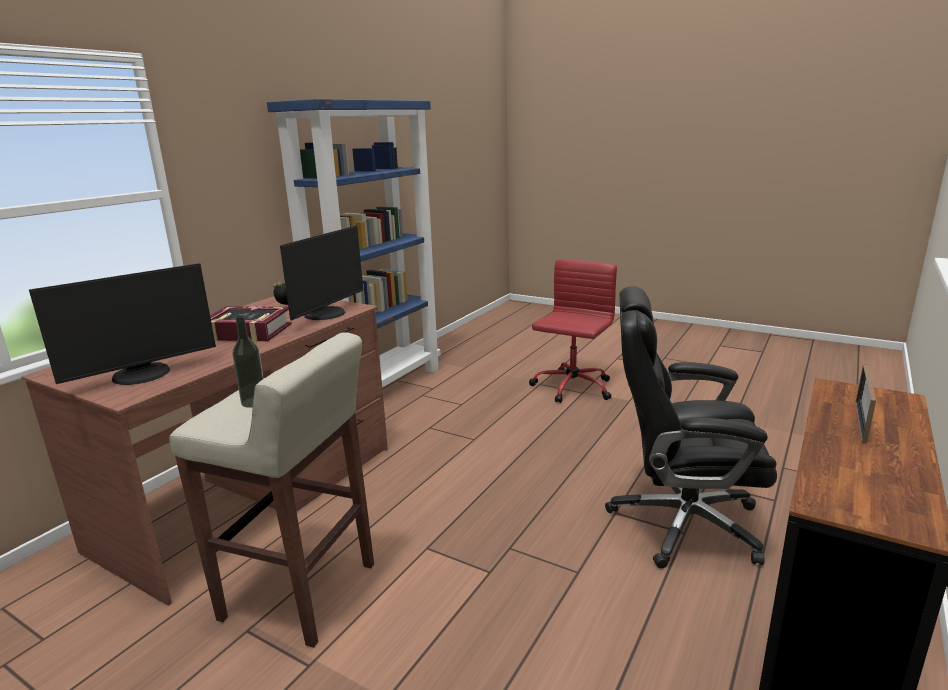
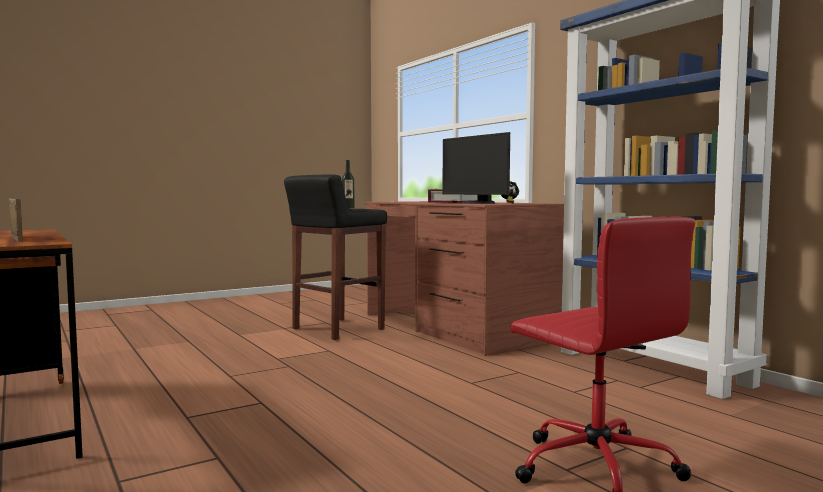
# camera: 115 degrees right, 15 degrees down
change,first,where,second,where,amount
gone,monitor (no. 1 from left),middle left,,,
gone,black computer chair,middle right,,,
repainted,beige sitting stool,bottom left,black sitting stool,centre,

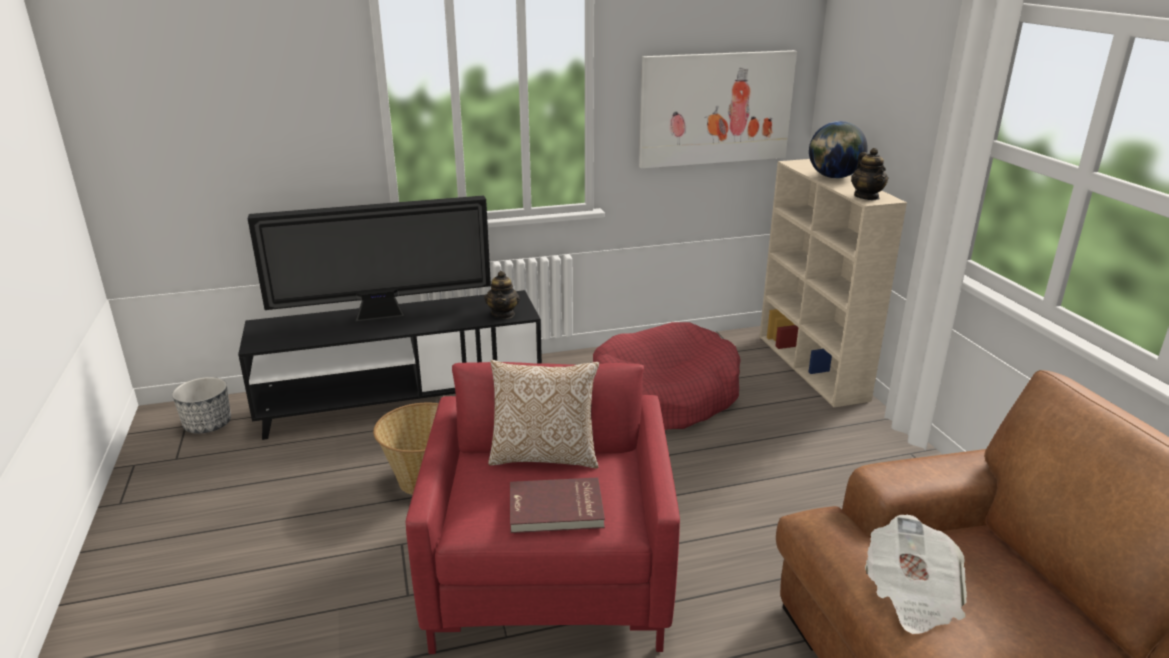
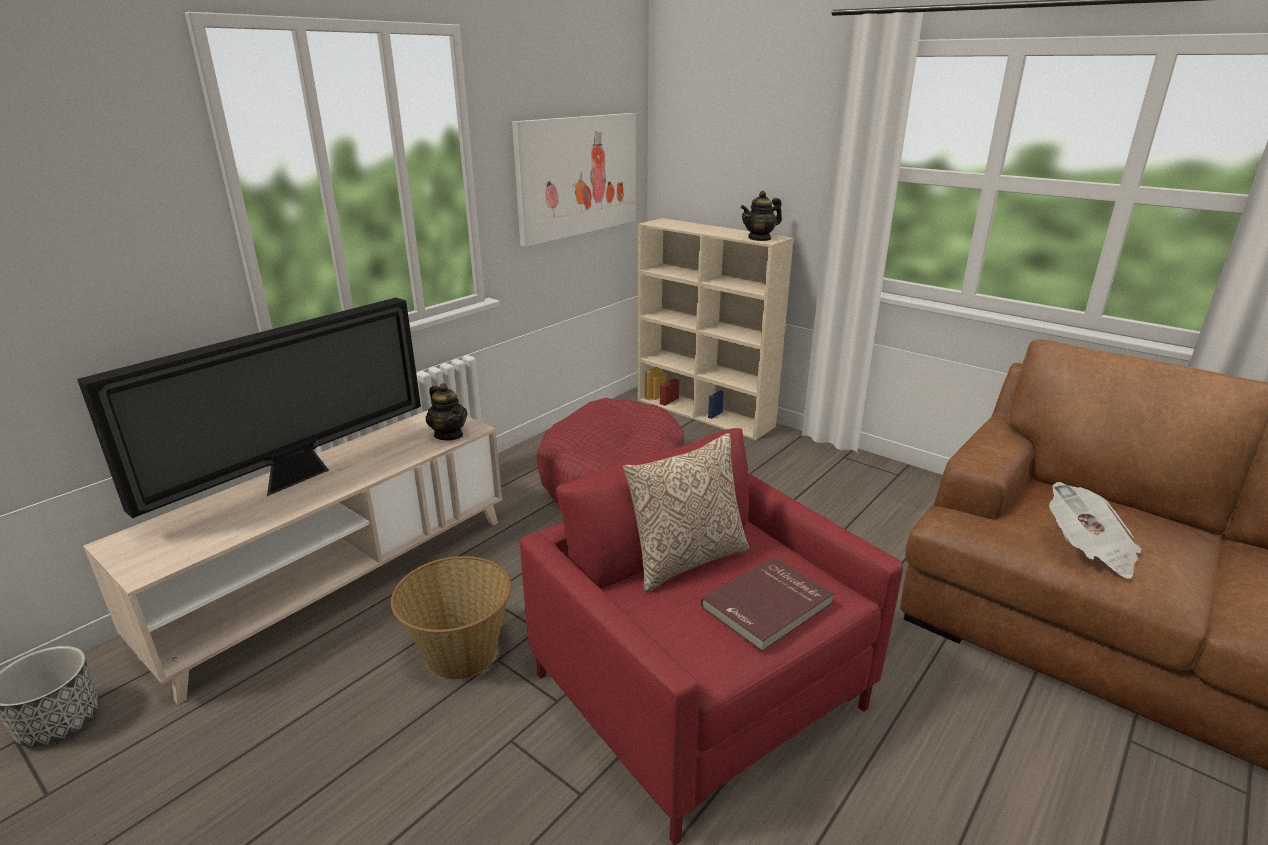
# camera: 35 degrees left, 0 degrees up
change,first,where,second,where,amount
gone,world globe,top right,,,
rotated,teapot (no. 2 from left),top right,,top centre,105 degrees clockwise
repainted,black media console,centre,beige media console,middle left,

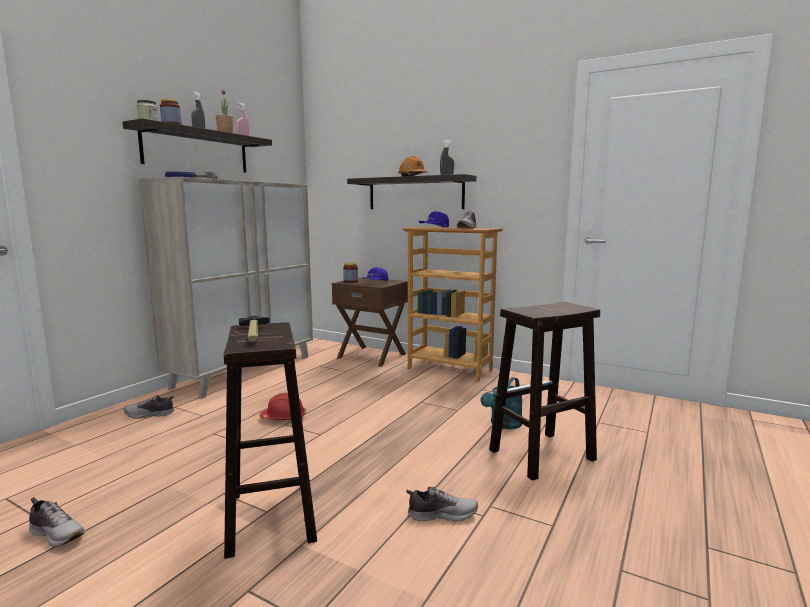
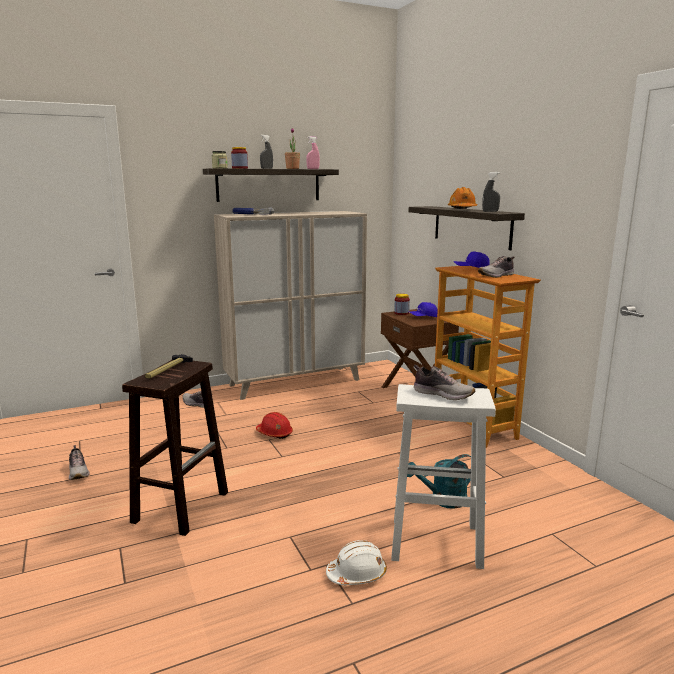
# camera: 35 degrees right, 5 degrees up
change,first,where,second,where,amount
repainted,brown-coloured sitting stool (no. 2 from left),middle right,white-coloured sitting stool,bottom centre,
shifted,shoe (no. 3 from left),bottom centre,,centre,
new,,,white-coloured work helmet,bottom centre,

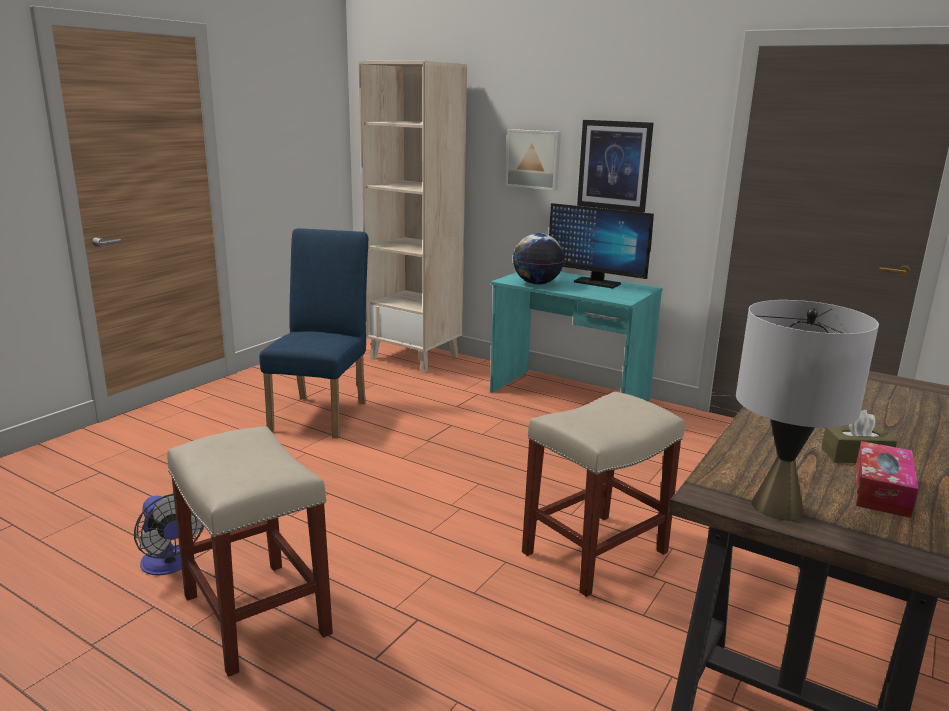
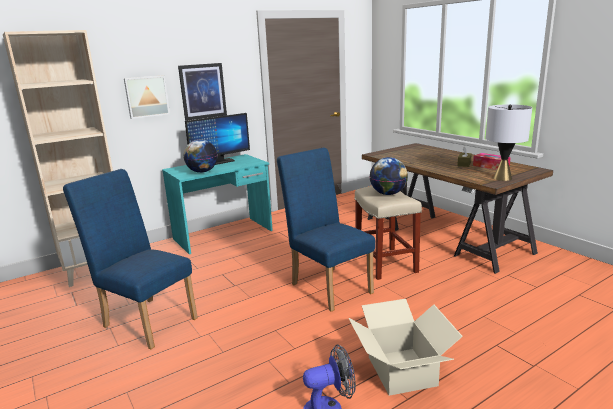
# camera: 65 degrees left, 0 degrees up
change,first,where,second,where,amount
swapped,beige sitting stool (no. 1 from left),bottom left,carton,bottom centre,
new,,,bluish upright chair (no. 2 from left),centre,
new,,,world globe (no. 2 from left),centre,

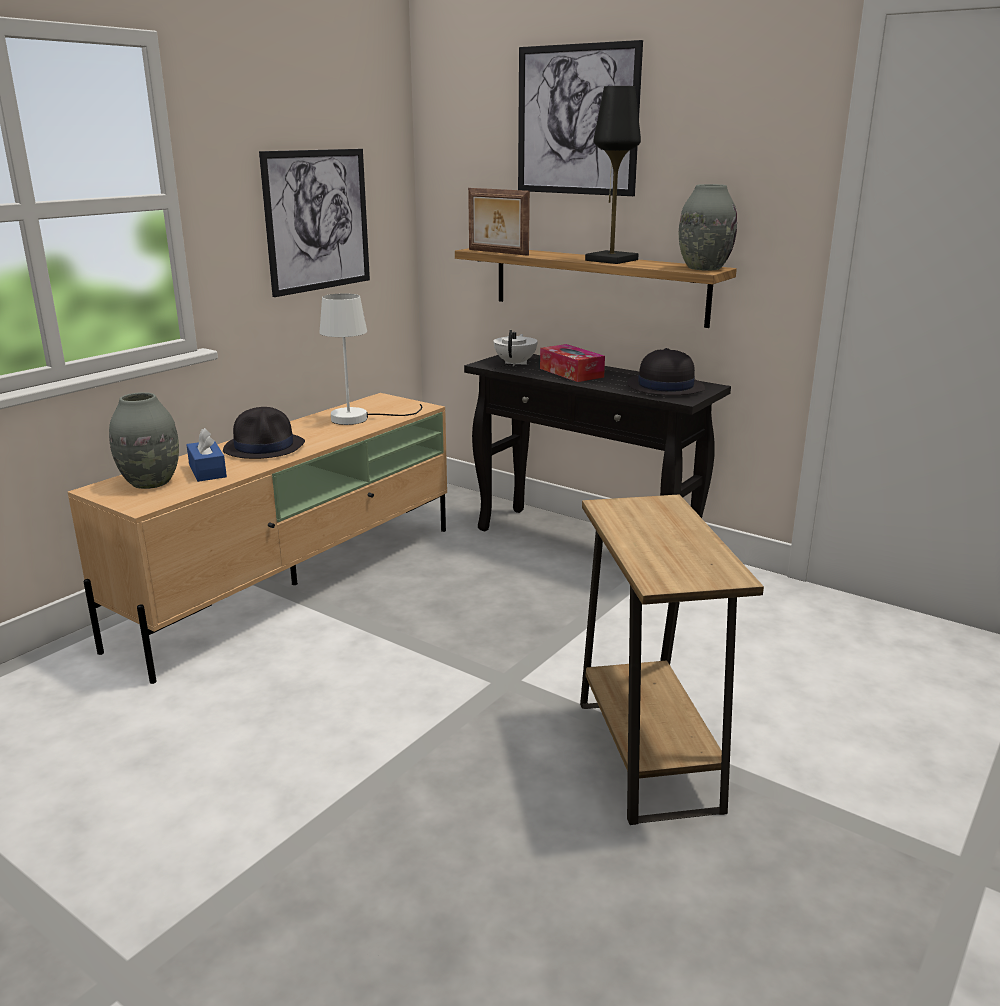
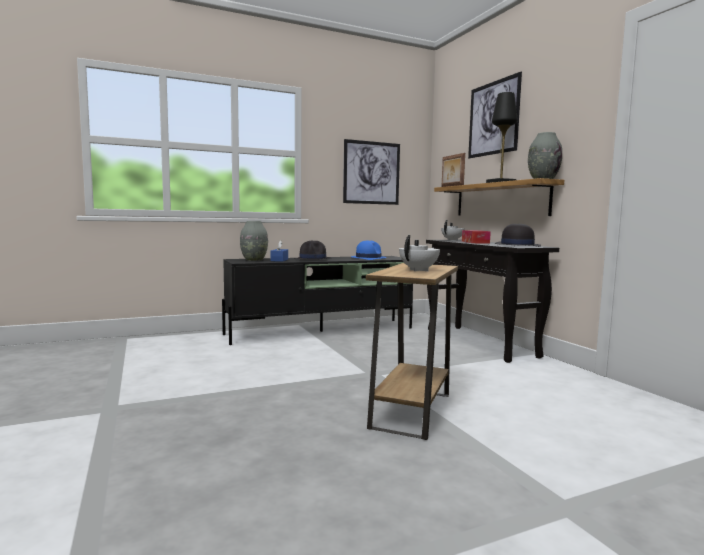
# camera: 30 degrees right, 15 degrees down
change,first,where,second,where,amount
swapped,white-coloured lamp for a table,centre,bluish wearable hat,centre,
repainted,beige media console,middle left,black media console,centre,
new,,,white-coloured teapot (no. 1 from left),centre,

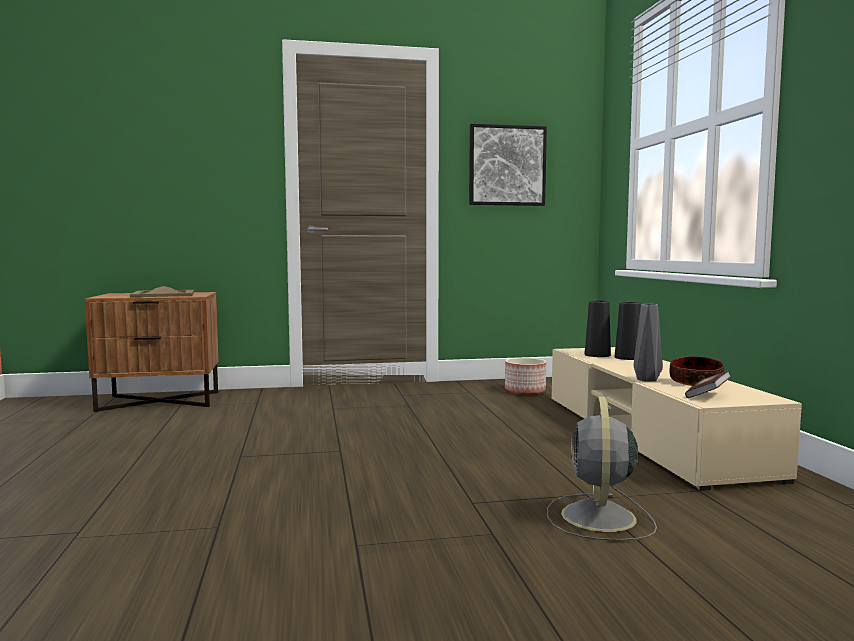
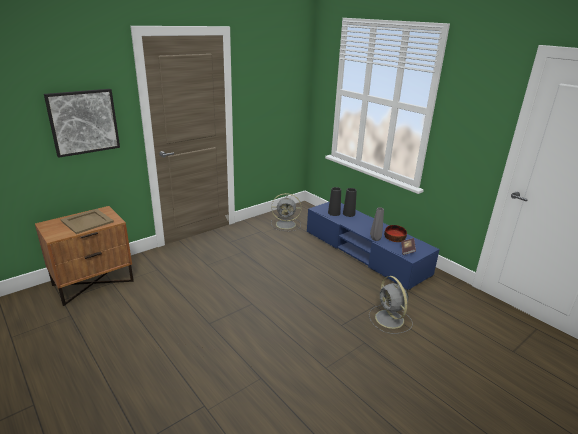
# camera: 30 degrees left, 20 degrees up
change,first,where,second,where,amount
shifted,picture,top centre,,top left,
repainted,beige media console,middle right,bluish media console,centre,
swapped,plant pot,centre,greyish fan (no. 1 from left),centre,

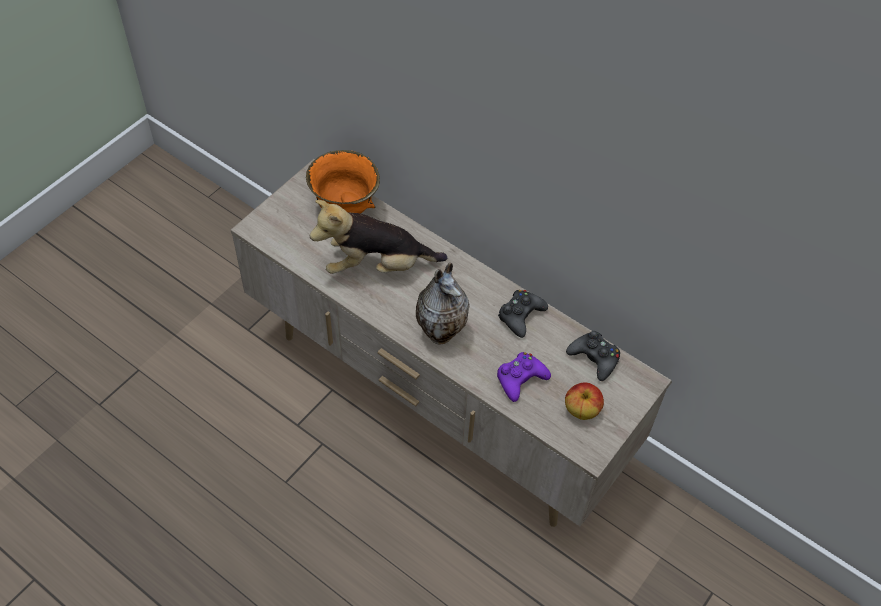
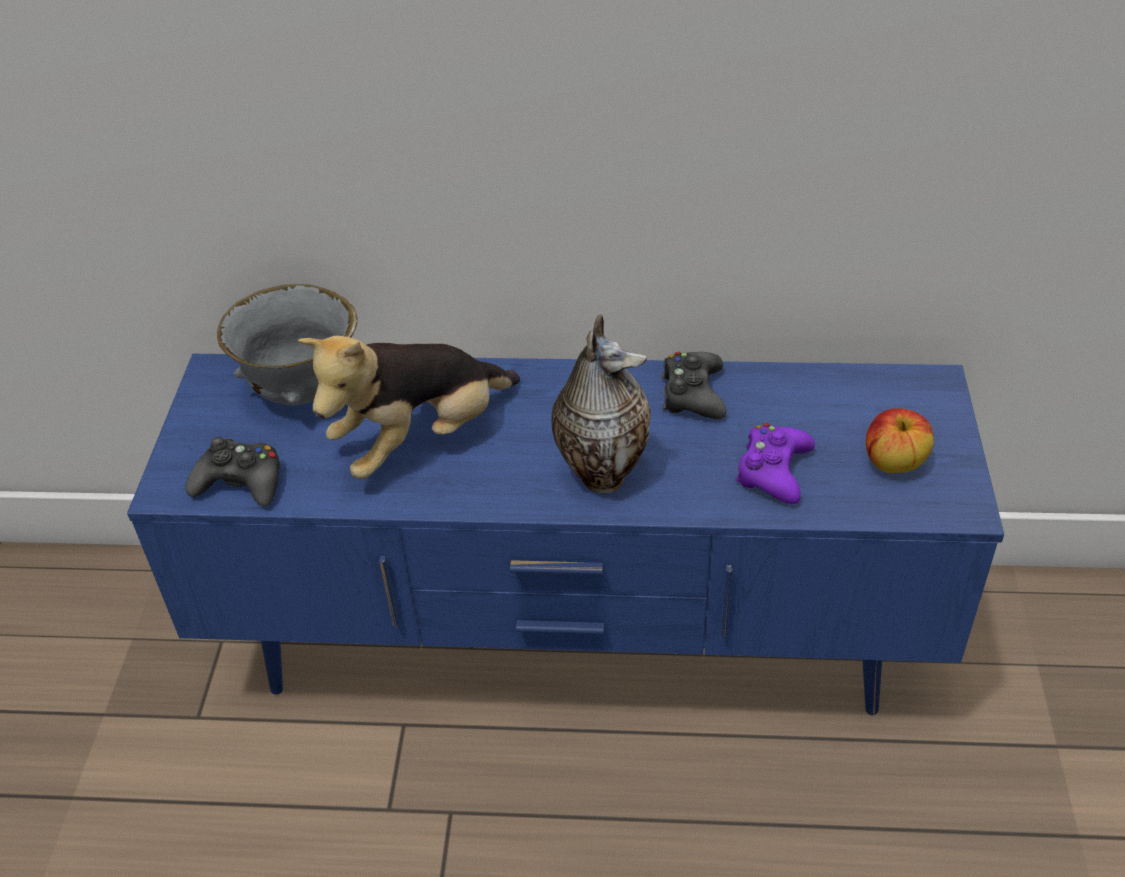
# camera: 30 degrees left, 10 degrees down
change,first,where,second,where,amount
repainted,orange-coloured bowl,top centre,greyish bowl,middle left,
repainted,beige media console,centre,bluish media console,centre,
shifted,black game controller (no. 2 from left in the first image),middle right,black game controller (no. 1 from left),middle left,

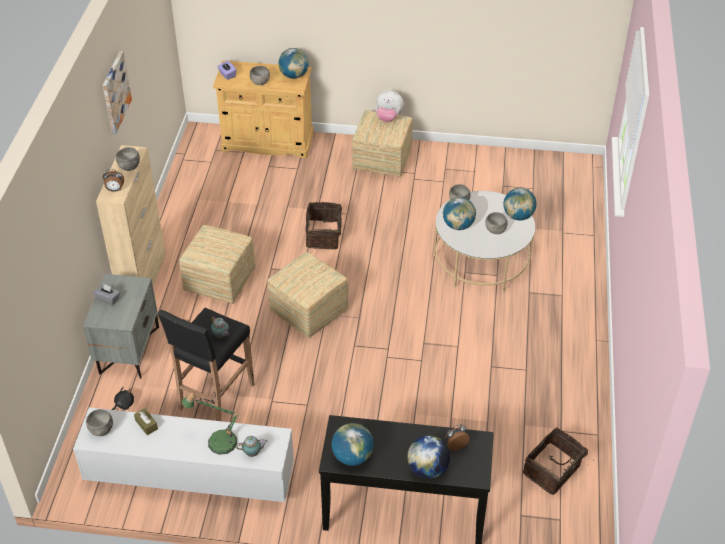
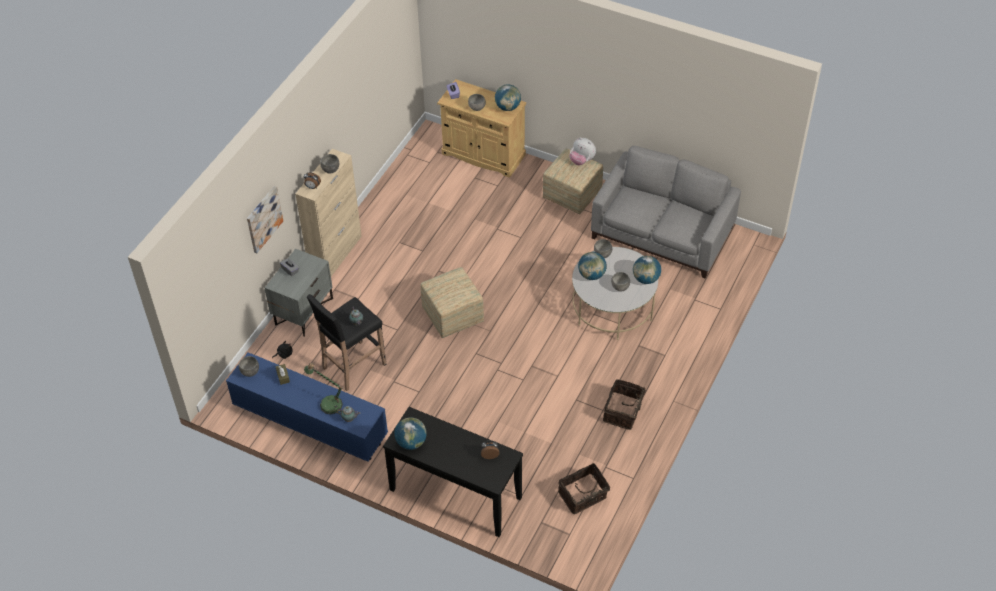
# camera: 20 degrees right, 5 degrees up
change,first,where,second,where,amount
shifted,picture,top left,,middle left,
shifted,household basket (no. 1 from left in the first image),centre,household basket (no. 2 from left),bottom centre,
gone,ottoman (no. 1 from left),middle left,,,
repainted,white-coloured media console,bottom left,bluish media console,bottom left,
gone,world globe (no. 3 from left),bottom centre,,,
new,,,greyish couch,middle right,

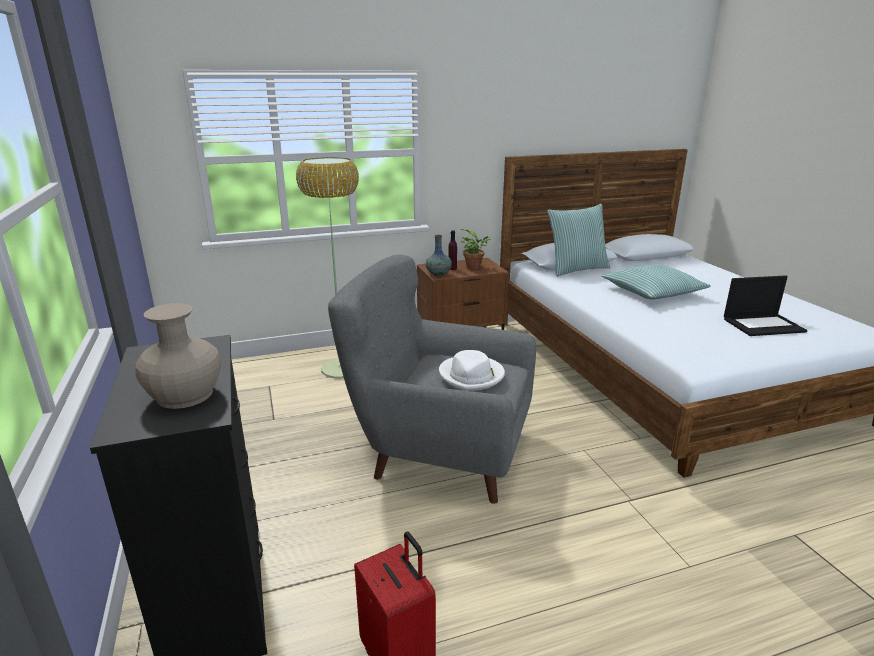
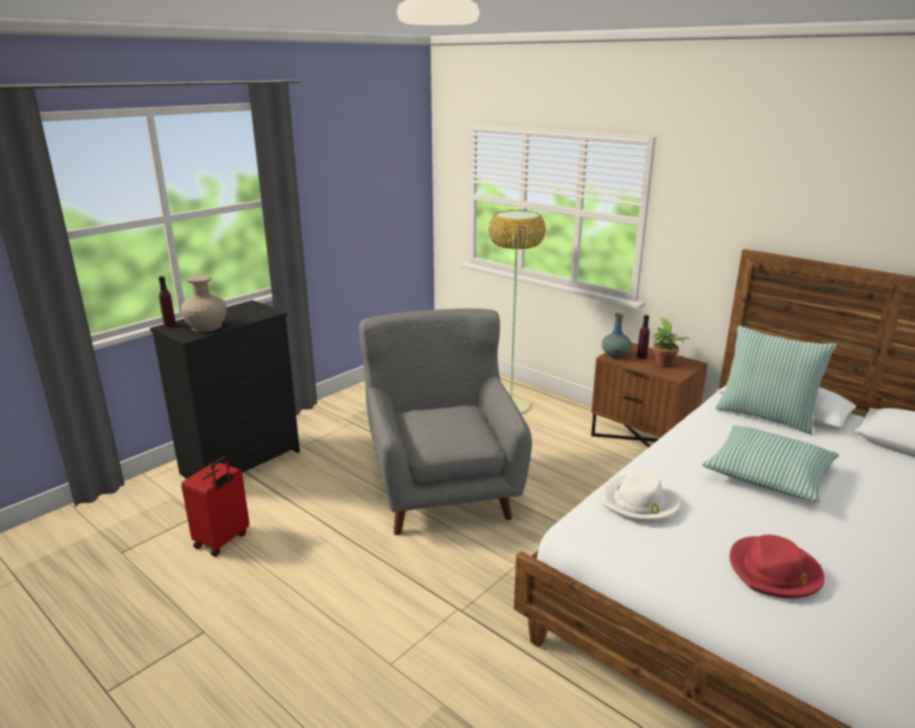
# camera: 60 degrees right, 0 degrees up
change,first,where,second,where,amount
swapped,notebook computer,middle right,reddish wearable hat,bottom right,
shifted,white-coloured wearable hat,centre,,bottom right,
new,,,purplish beverage bottle (no. 1 from left),middle left,

